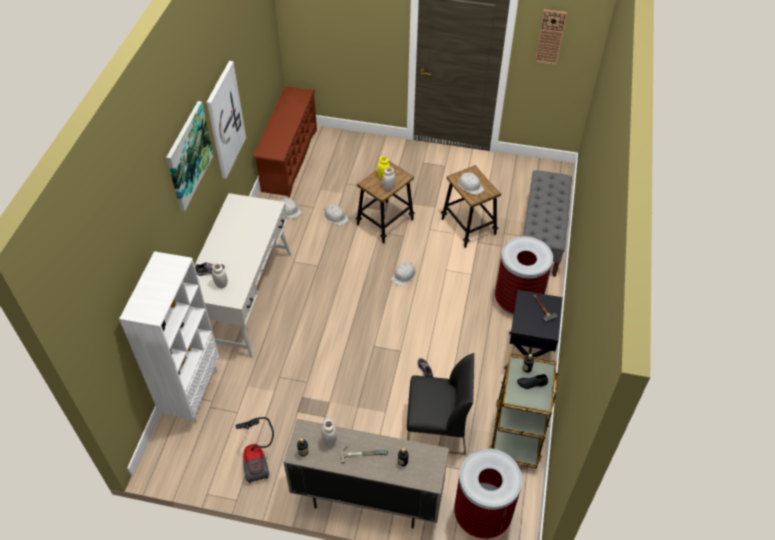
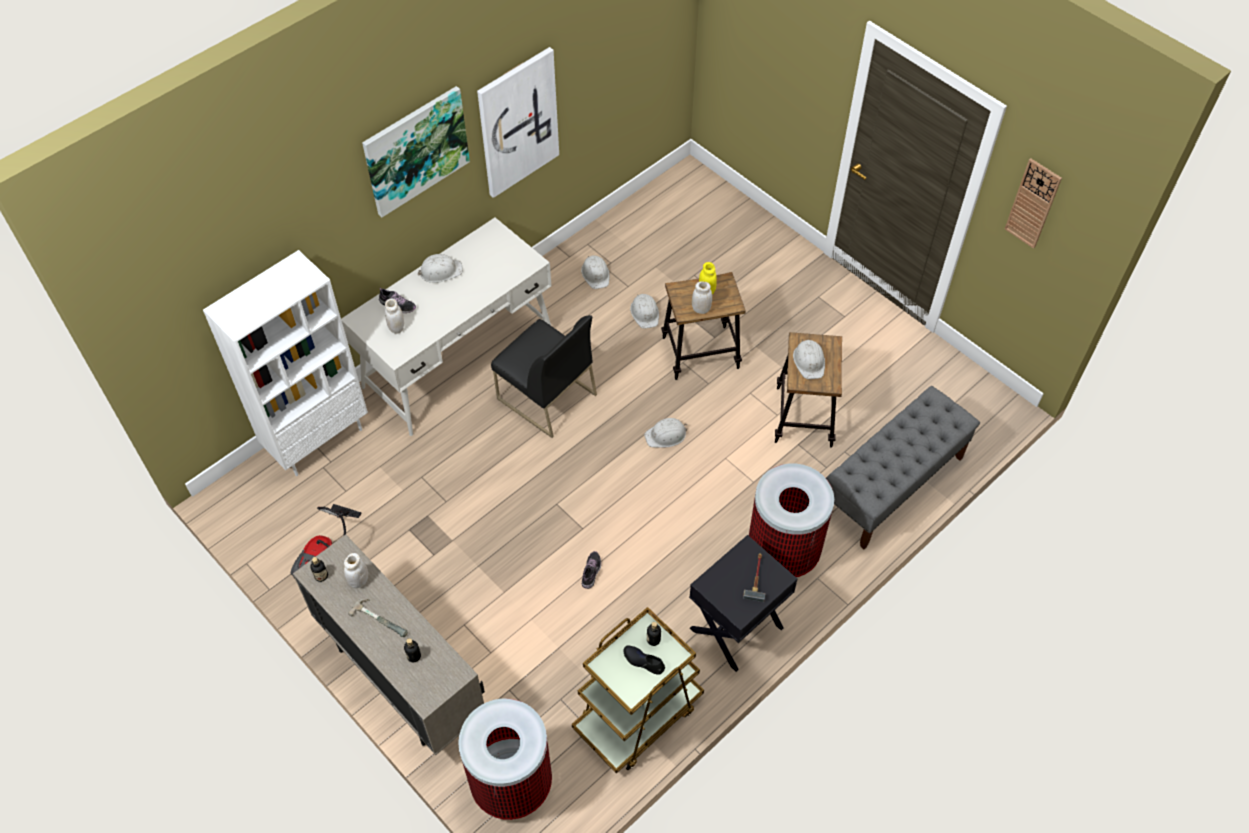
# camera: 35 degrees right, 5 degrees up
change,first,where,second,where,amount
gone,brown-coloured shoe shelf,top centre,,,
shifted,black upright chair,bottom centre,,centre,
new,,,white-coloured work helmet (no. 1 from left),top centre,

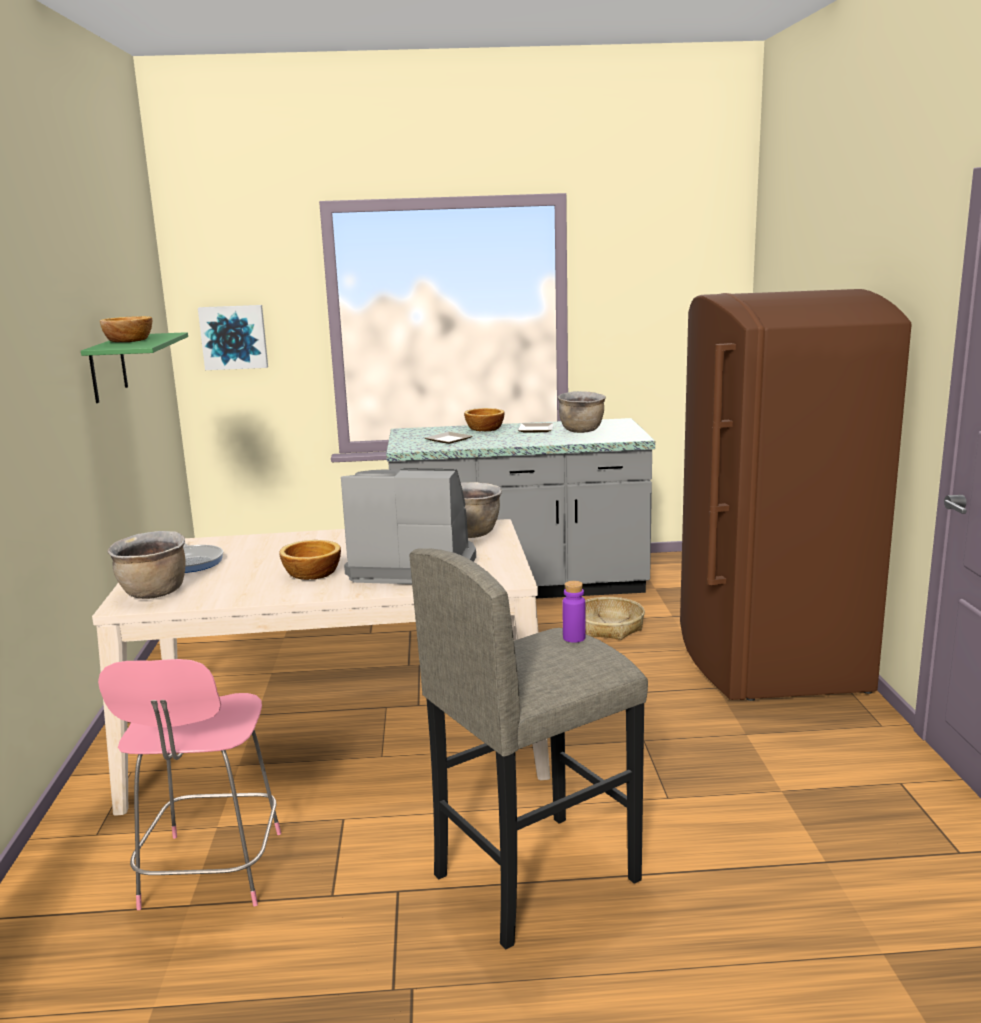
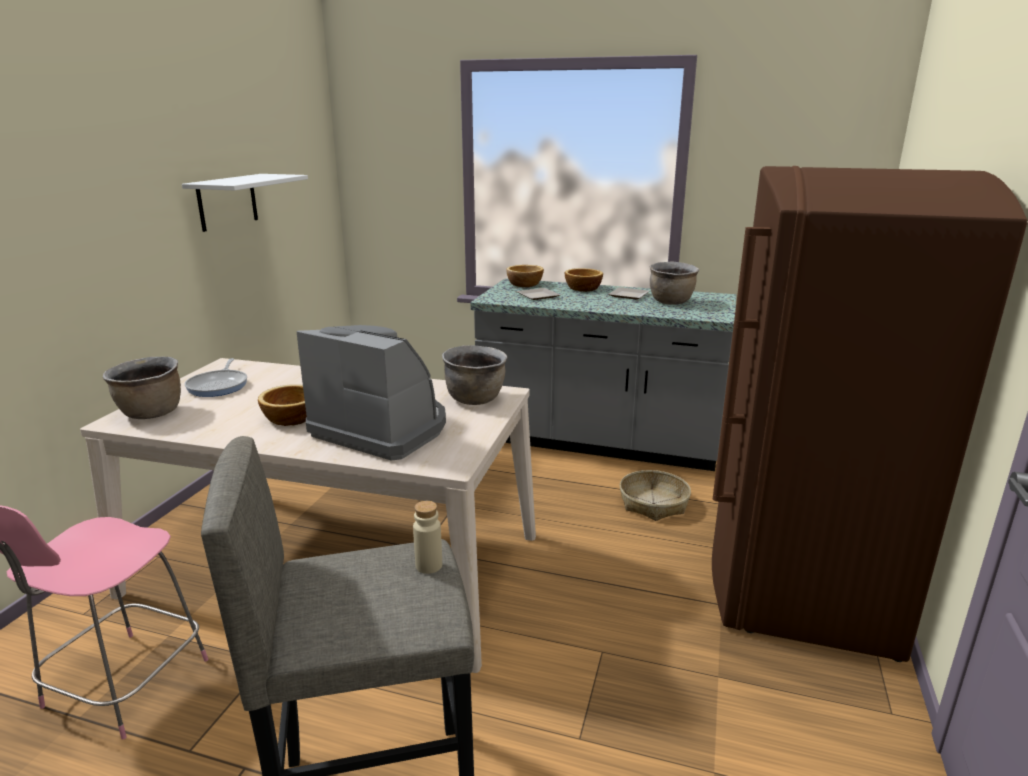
# camera: 20 degrees right, 5 degrees up
change,first,where,second,where,amount
gone,picture,top left,,,
shifted,bowl (no. 1 from left in the first image),top left,bowl (no. 2 from left),centre,
repainted,greenish shelf,middle left,white-coloured shelf,top left,
repainted,purplish beverage bottle,centre,beige beverage bottle,bottom centre,

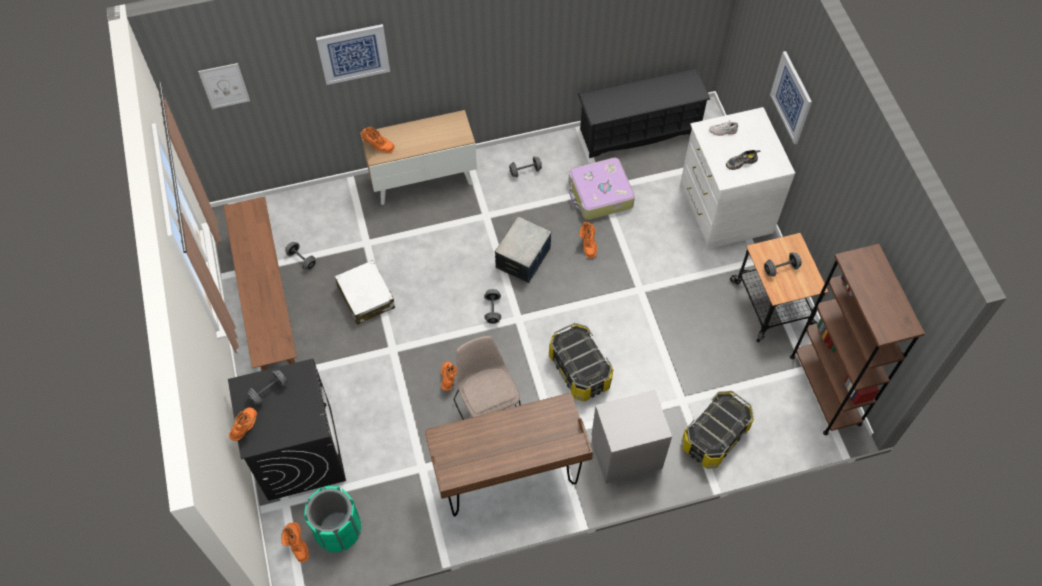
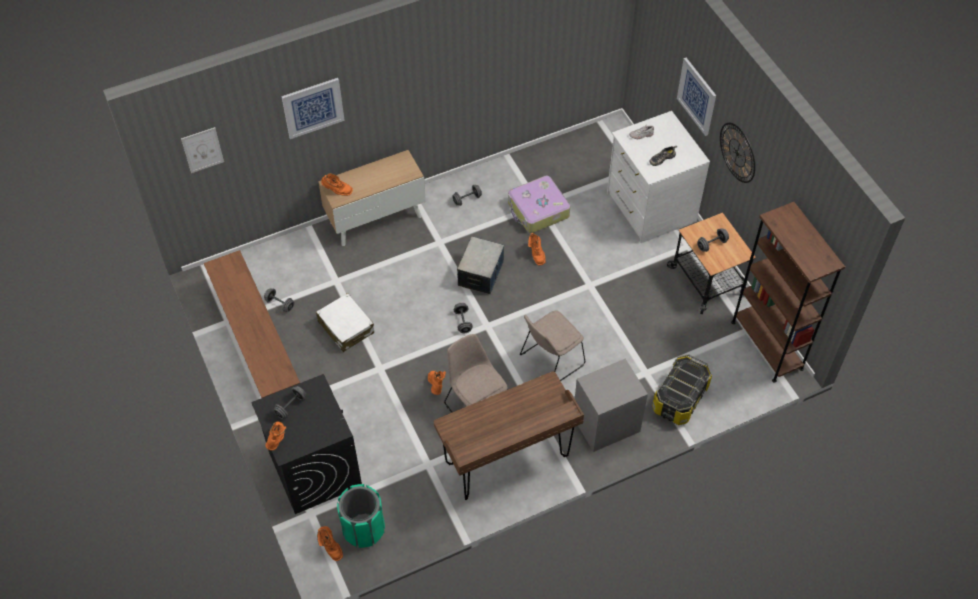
# camera: 10 degrees left, 5 degrees down
change,first,where,second,where,amount
gone,black shoe shelf,top centre,,,
swapped,storage bin (no. 2 from left),centre,beige upright chair (no. 2 from left),centre,
new,,,clock on the wall,top right,

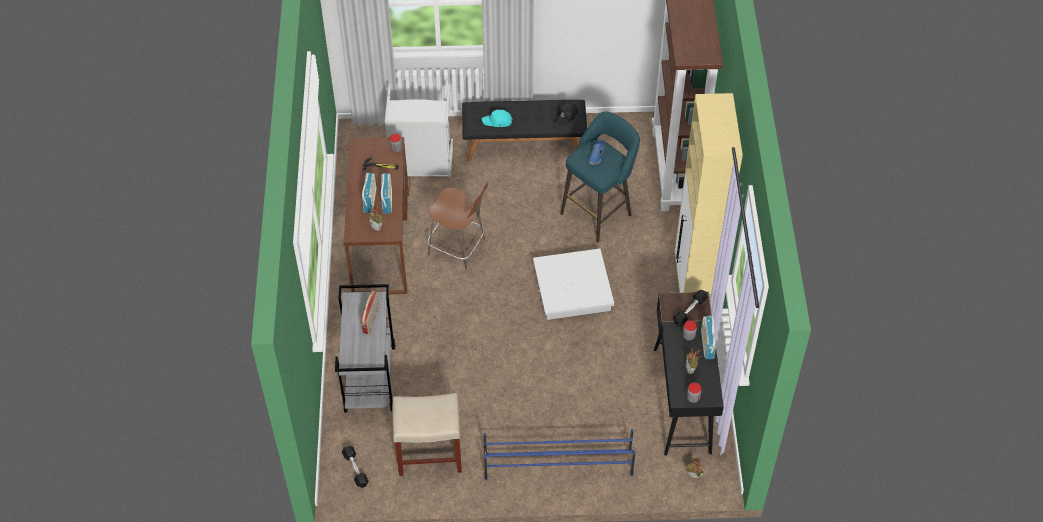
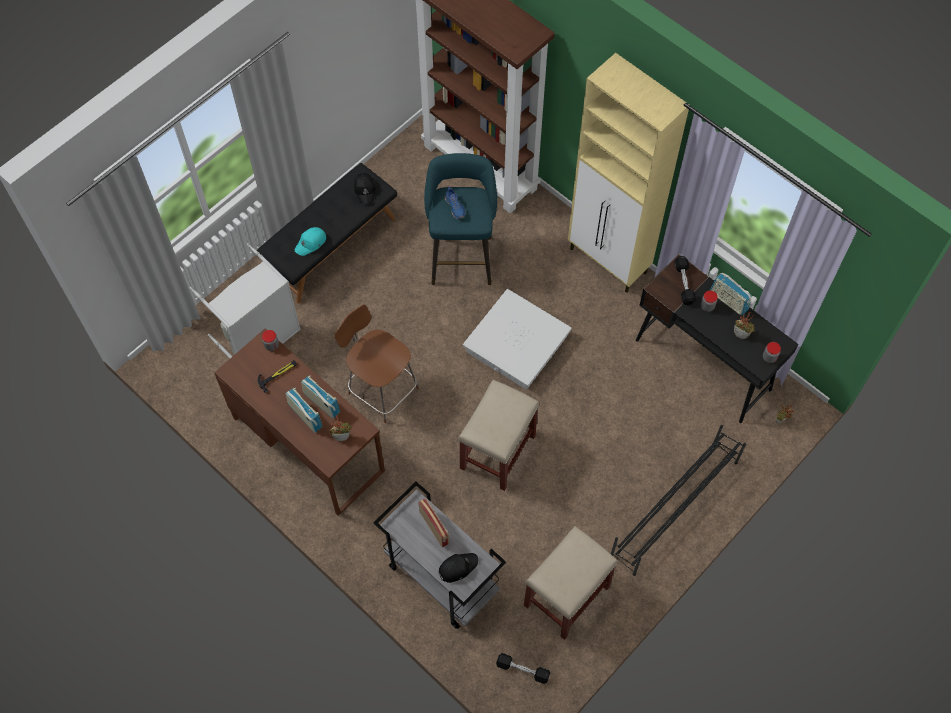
# camera: 45 degrees left, 10 degrees up
change,first,where,second,where,amount
rotated,brown-coloured upright chair,centre,,centre,120 degrees counterclockwise
repainted,bluish shoe shelf,bottom centre,black shoe shelf,bottom right,
new,,,beige sitting stool (no. 1 from left),centre,
new,,,black cap (no. 2 from left),bottom centre,

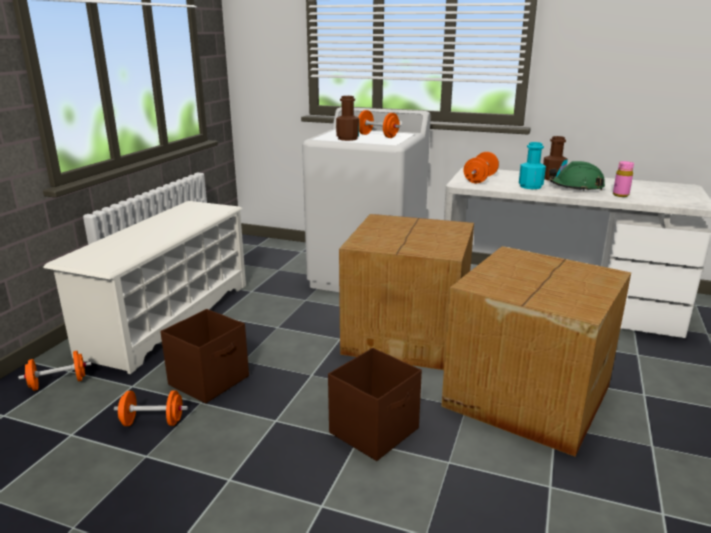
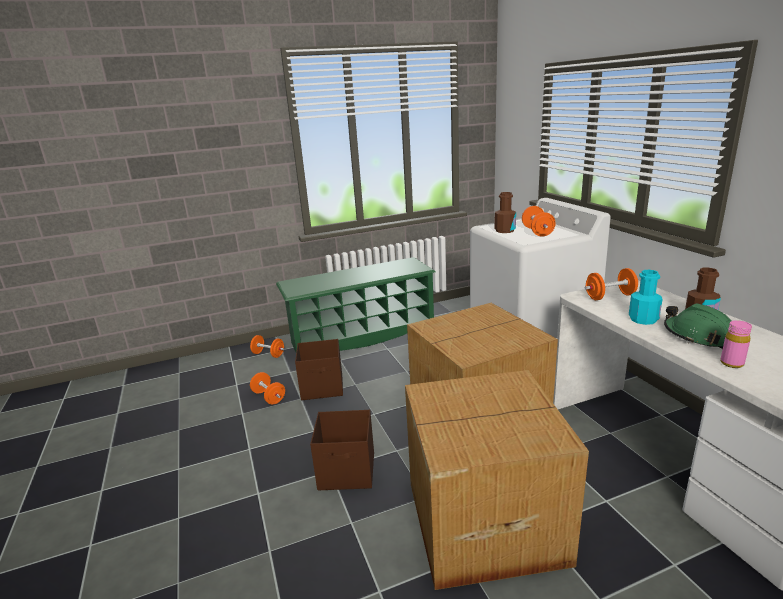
# camera: 50 degrees right, 0 degrees up
change,first,where,second,where,amount
repainted,white-coloured shoe shelf,middle left,greenish shoe shelf,centre,

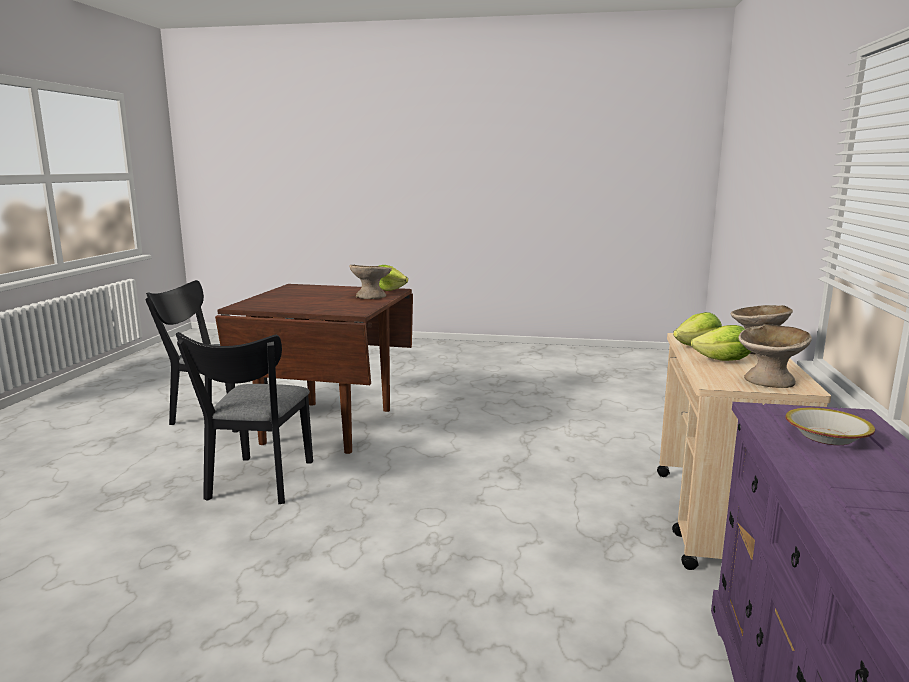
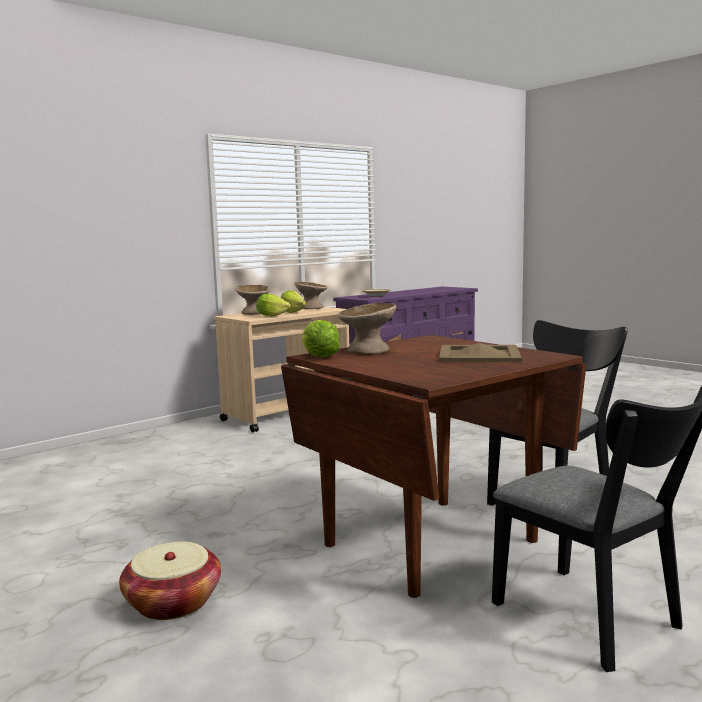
# camera: 140 degrees left, 5 degrees down
change,first,where,second,where,amount
new,,,beige carrying tray,middle right,
new,,,household basket,bottom left,

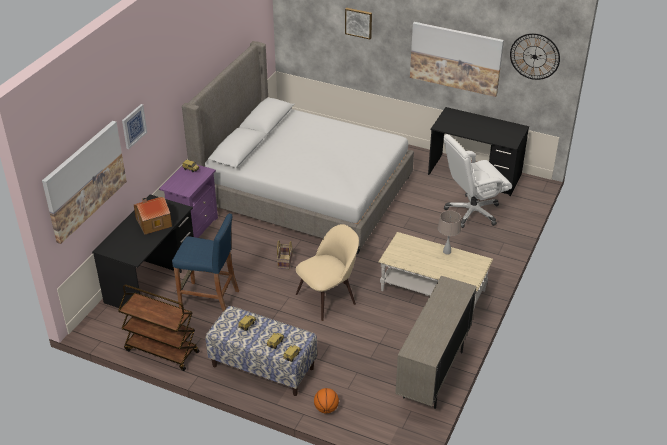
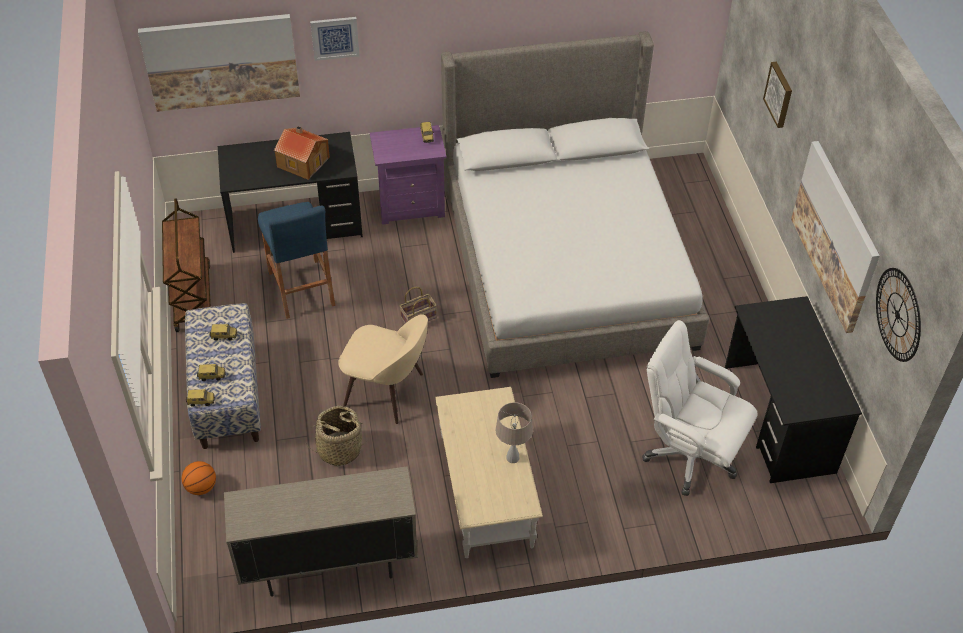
# camera: 55 degrees right, 10 degrees up
change,first,where,second,where,amount
new,,,household basket (no. 1 from left),bottom centre,

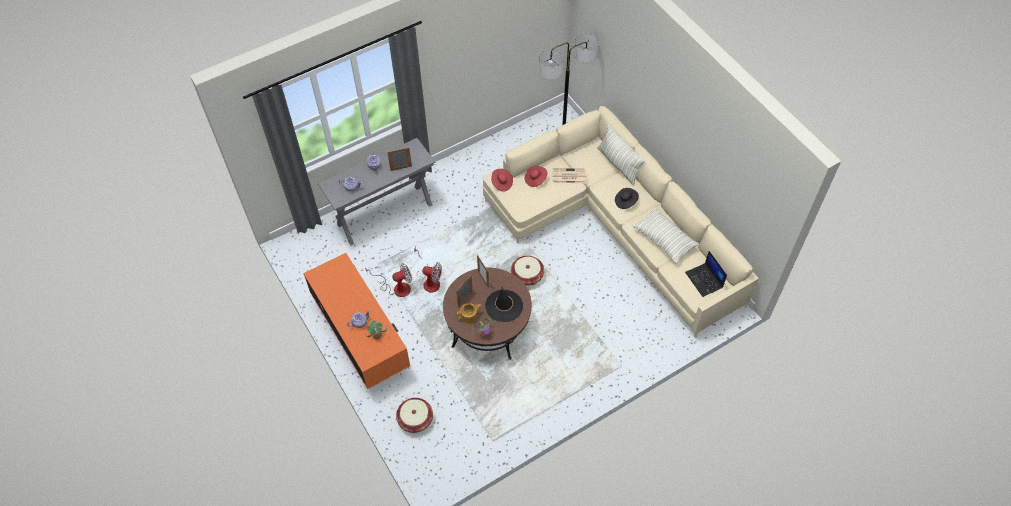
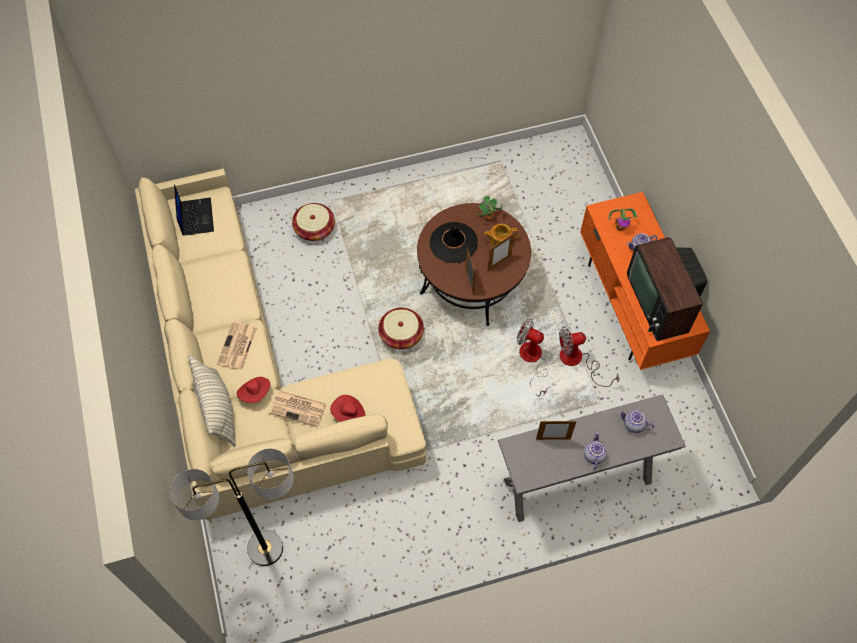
# camera: 165 degrees left, 5 degrees up
change,first,where,second,where,amount
shifted,reddish wearable hat (no. 1 from left),centre,,middle left,
swapped,black wearable hat (no. 2 from left),centre,daily paper (no. 1 from left),middle left,
gone,pillow (no. 2 from left),centre,,,
shifted,household basket (no. 1 from left),bottom centre,,centre,
new,,,TV set,middle right,

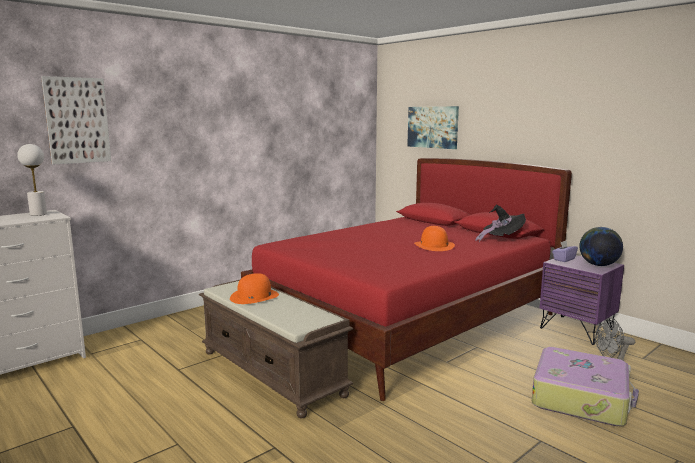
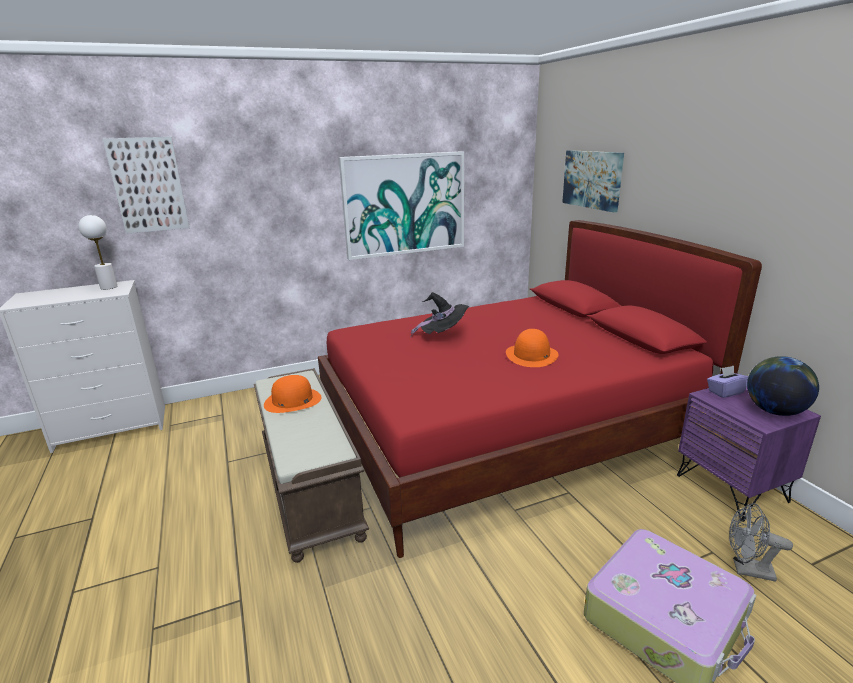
# camera: 20 degrees right, 10 degrees up
change,first,where,second,where,amount
shifted,black wearable hat,middle right,,centre,
new,,,picture (no. 2 from left),top centre,

